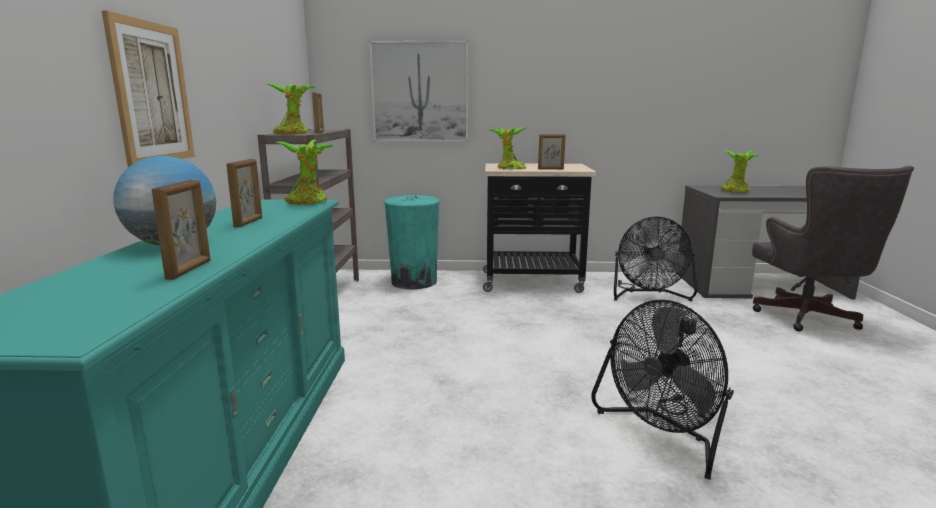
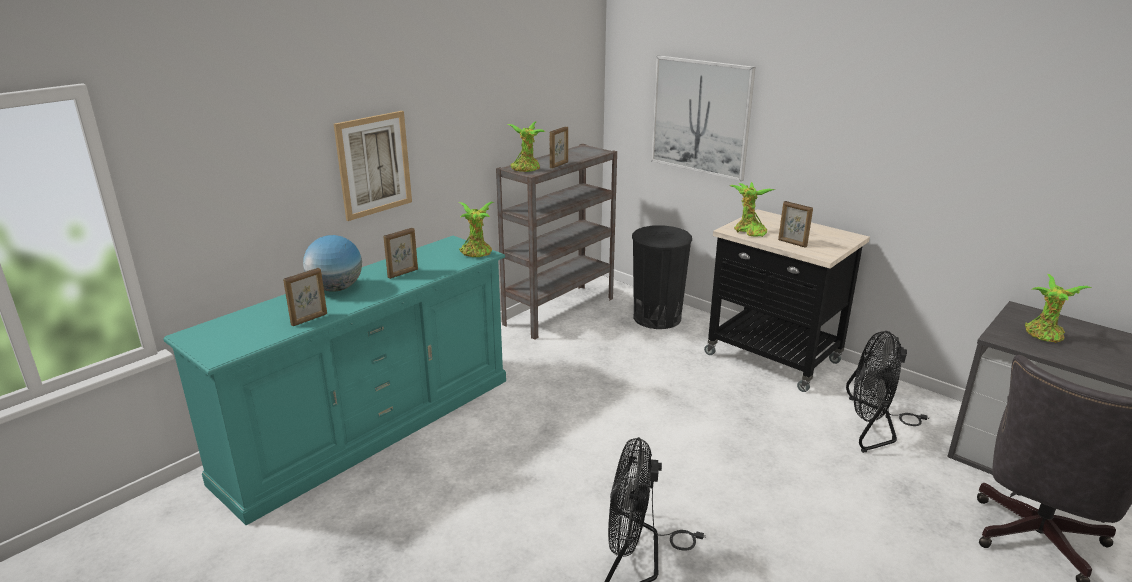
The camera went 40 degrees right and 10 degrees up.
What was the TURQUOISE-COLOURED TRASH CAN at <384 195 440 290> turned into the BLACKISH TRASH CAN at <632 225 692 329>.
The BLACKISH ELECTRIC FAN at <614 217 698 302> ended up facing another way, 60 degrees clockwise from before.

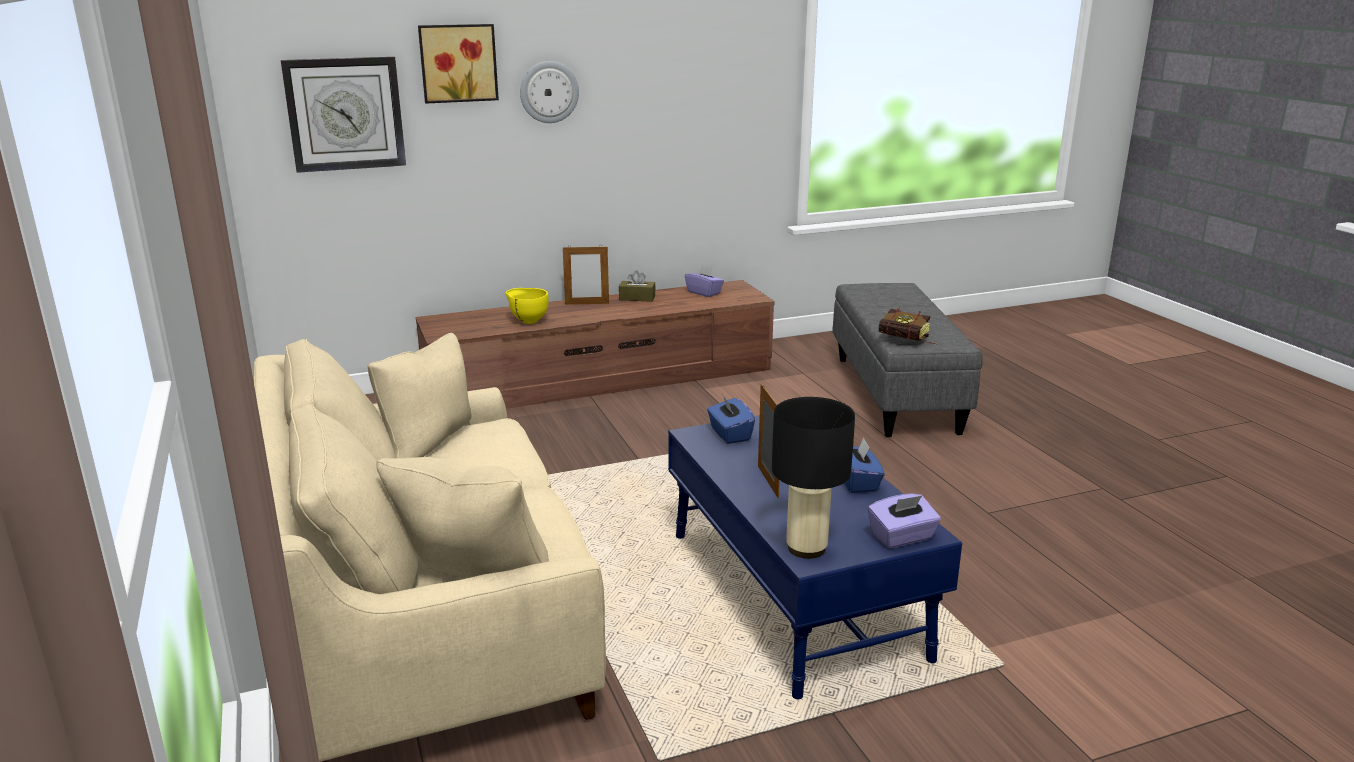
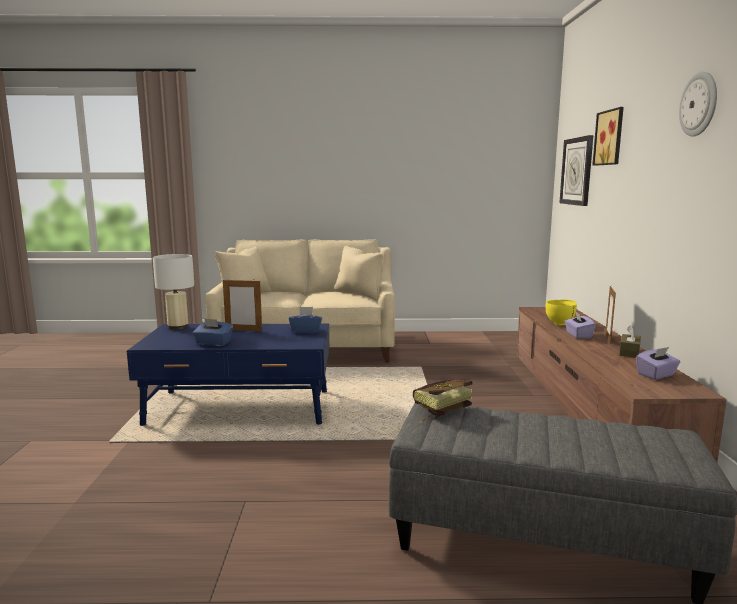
The camera went 110 degrees right and 10 degrees down.
The HANGING CLOCK ended up elsewhere, having gone from <520 61 579 123> to <679 72 717 137>.
What was the BLACKISH TABLETOP LAMP at <772 397 855 559> turned into the WHITE-COLOURED TABLETOP LAMP at <153 254 194 330>.
The PURPLE-COLOURED BOX OF TISSUES ended up elsewhere, having gone from <868 494 941 548> to <565 311 595 339>.

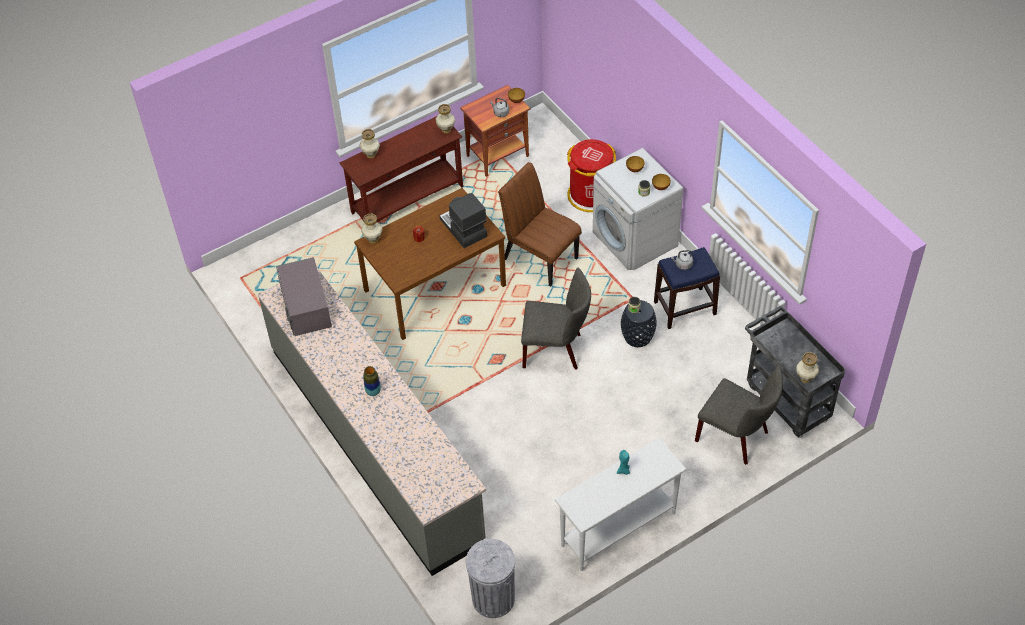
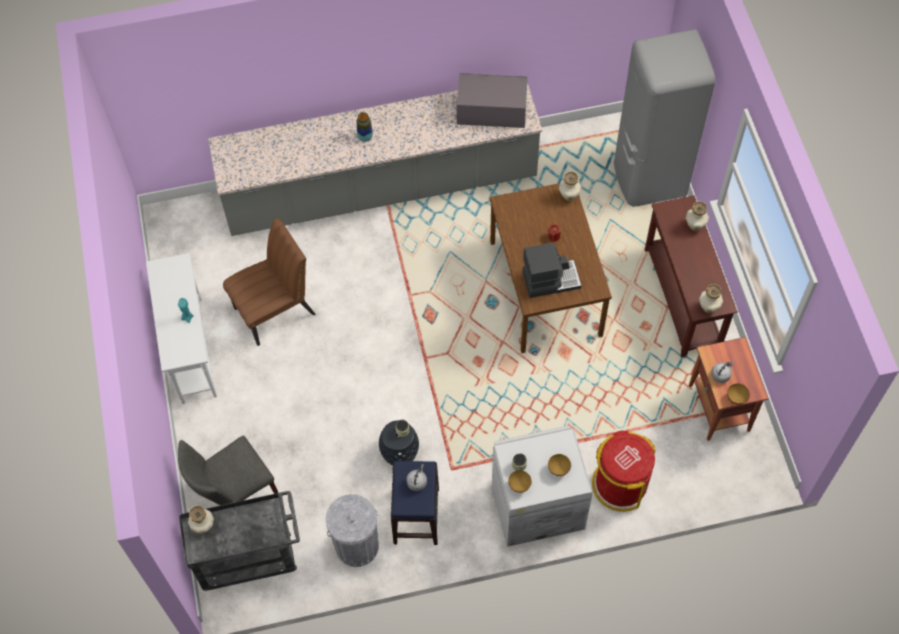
The camera went 110 degrees right and 10 degrees up.
The GREYISH TRASH CAN ended up elsewhere, having gone from <466 539 515 618> to <326 494 379 567>.
The BROWNISH PLAIN CHAIR ended up elsewhere, having gone from <498 162 582 287> to <223 218 315 346>.
The second view lost the GREYISH PLAIN CHAIR at <521 268 591 369>.
The second view gained the GREYISH REFRIGERATOR at <614 29 715 207>.

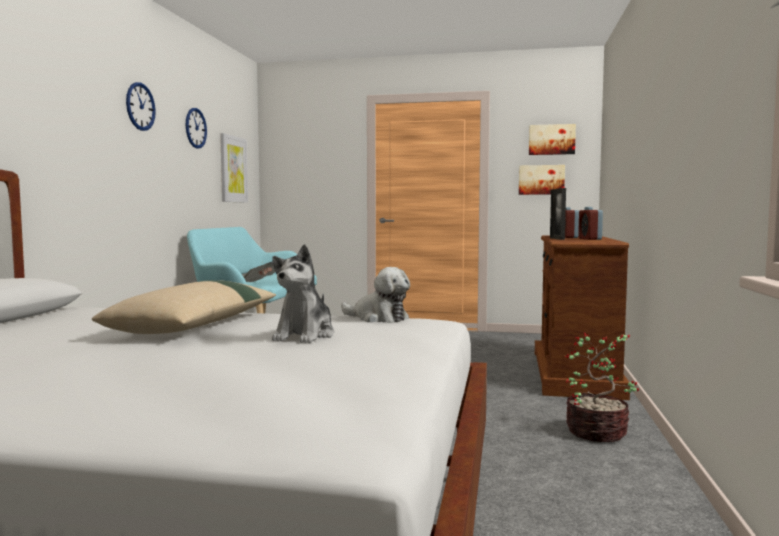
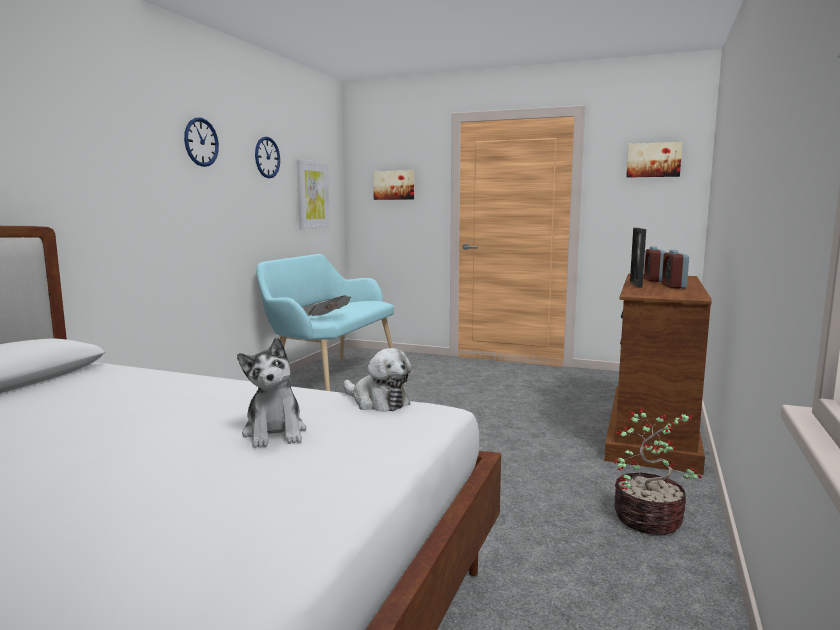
The camera went 10 degrees right and 5 degrees up.
The second view lost the BEIGE CUSHION at <92 280 276 334>.
The PLUSH TOY at <272 244 334 343> ended up facing another way, 45 degrees counterclockwise from before.
The WALL PICTURE ended up elsewhere, having gone from <519 165 565 195> to <373 171 414 200>.

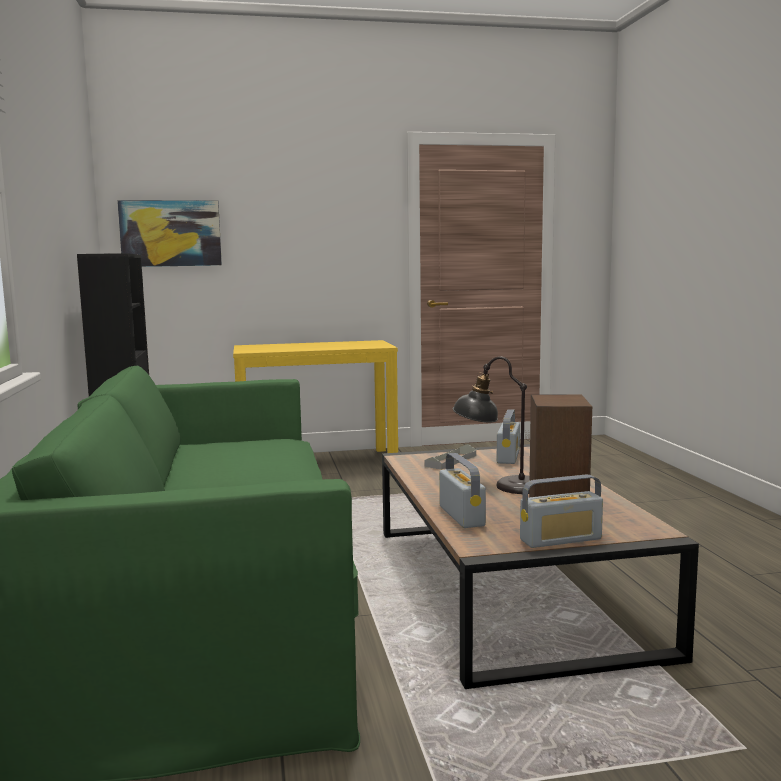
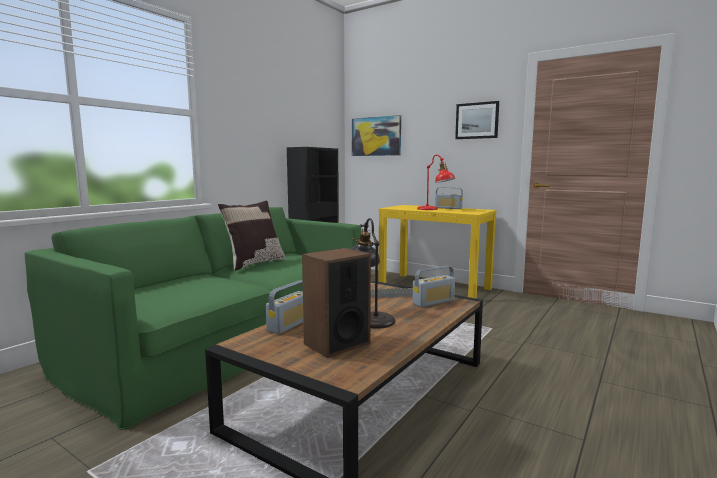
The camera went 45 degrees right and 0 degrees up.
The RADIO SET ended up elsewhere, having gone from <520 475 603 548> to <435 187 463 209>.
The second view gained the CUSHION at <218 201 285 271>.
The second view gained the RED-COLOURED TABLETOP LAMP at <417 155 455 210>.
The second view gained the WALL PICTURE at <455 101 499 139>.

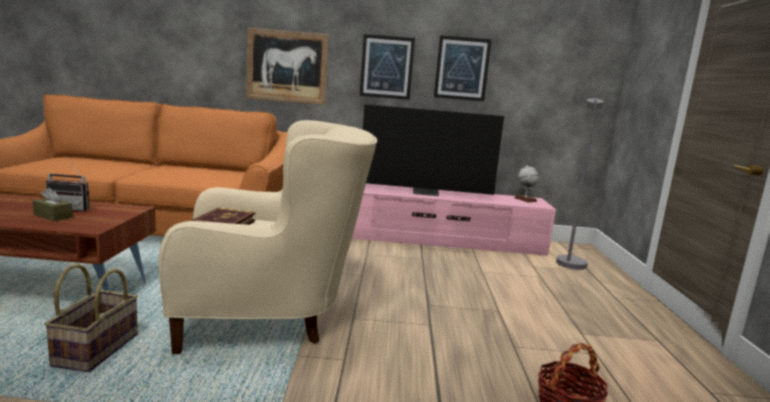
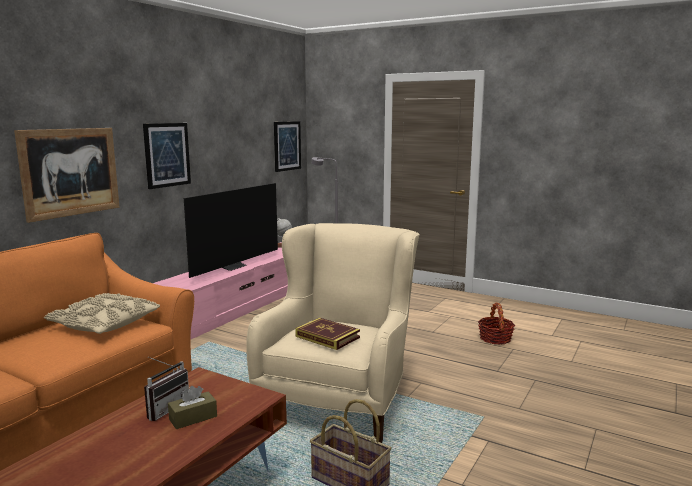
The camera went 60 degrees left and 0 degrees up.
The WALL PICTURE ended up elsewhere, having gone from <434 35 492 101> to <274 121 301 172>.
The second view gained the BEIGE CUSHION at <44 293 160 334>.

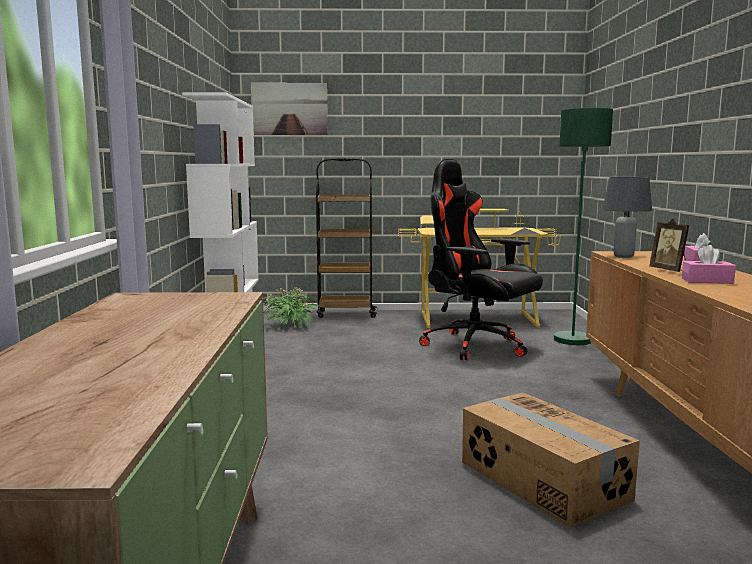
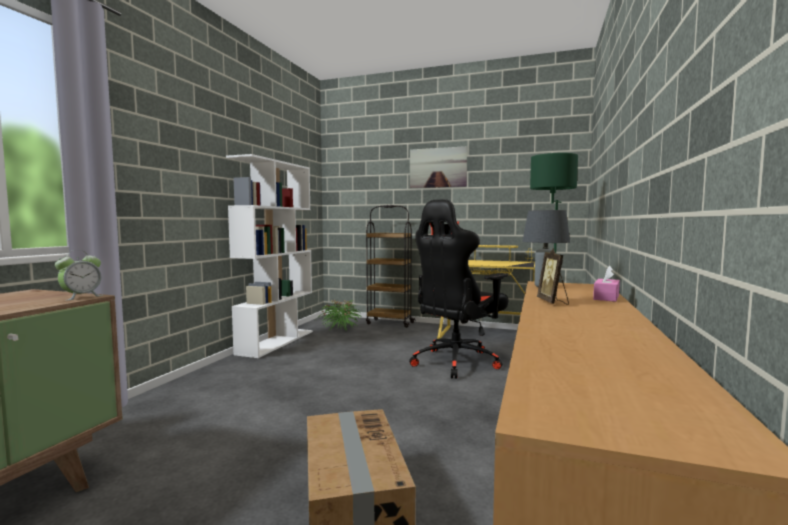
The camera went 20 degrees right and 5 degrees down.
The WALL PICTURE ended up elsewhere, having gone from <251 83 328 135> to <410 146 467 188>.
The BLACKISH DESK CHAIR at <419 159 543 360> ended up facing another way, 105 degrees counterclockwise from before.
The second view lost the PINKISH BOX OF TISSUES at <682 245 736 284>.
The second view gained the TABLE CLOCK at <55 250 103 301>.

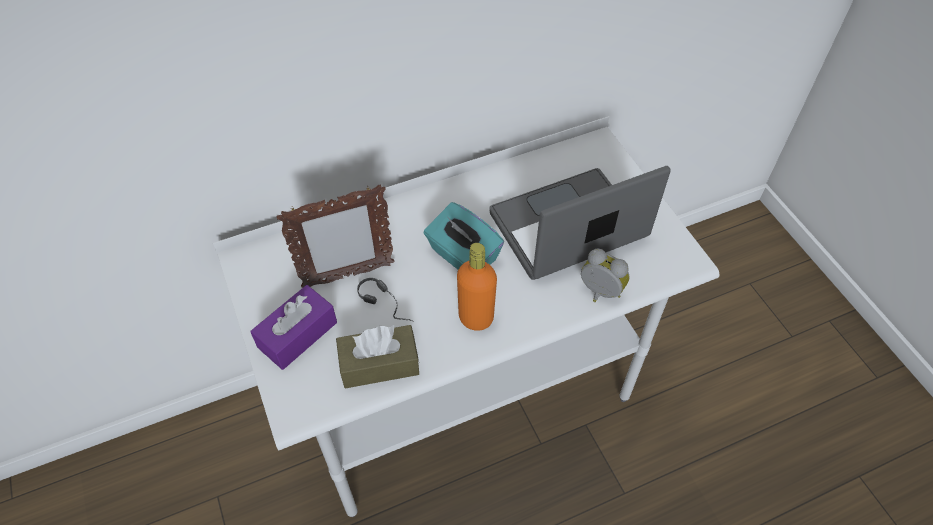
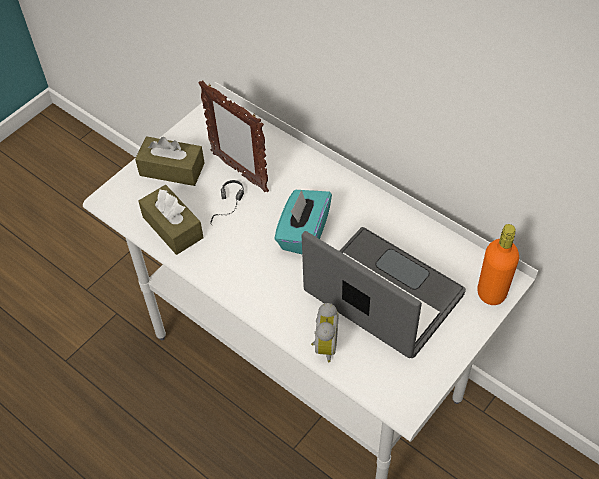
The camera went 65 degrees right and 0 degrees up.
What was the PURPLE-COLOURED BOX OF TISSUES at <250 285 337 370> turned into the BROWNISH BOX OF TISSUES at <135 136 204 186>.
The ORANGE BOTTLE ended up elsewhere, having gone from <457 243 497 331> to <478 224 519 305>.

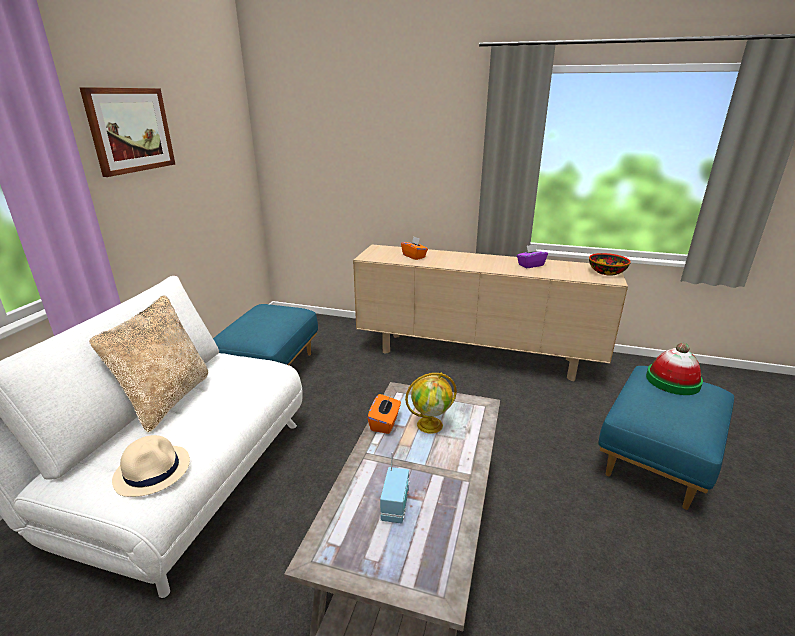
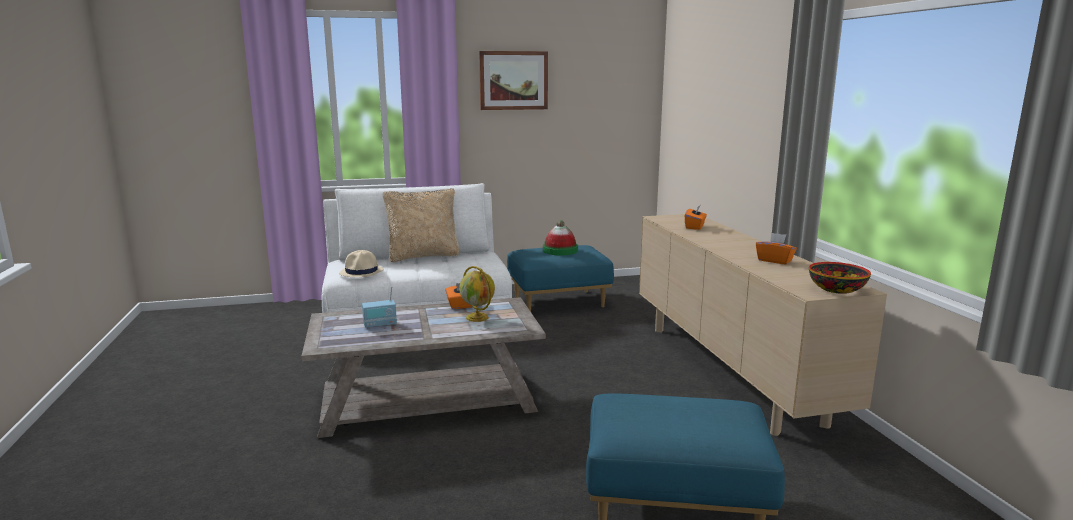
The camera went 60 degrees right and 10 degrees down.
What was the PURPLE-COLOURED BOX OF TISSUES at <517 244 548 268> turned into the ORANGE BOX OF TISSUES at <756 233 797 264>.
The HAT ended up elsewhere, having gone from <646 343 703 395> to <543 220 578 255>.

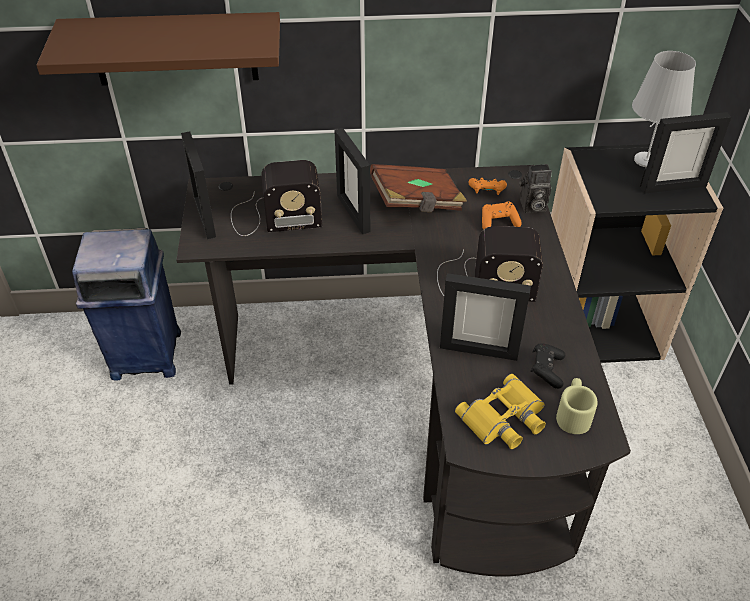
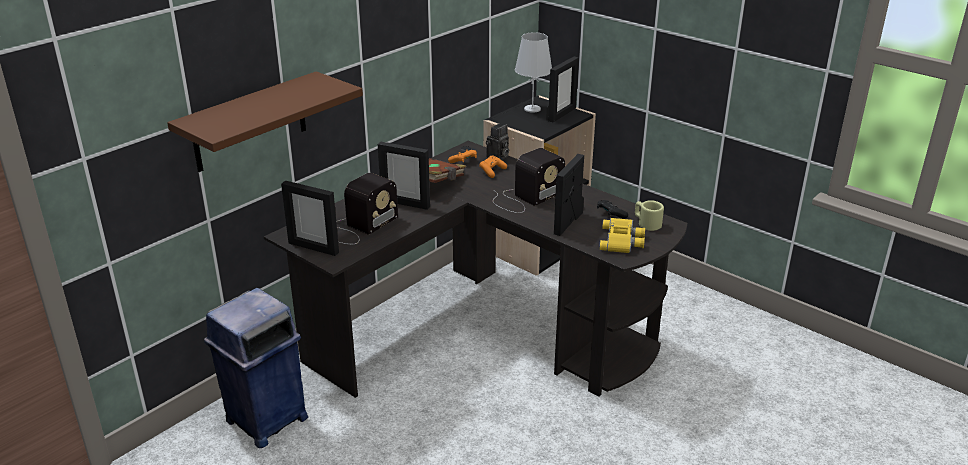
The camera went 45 degrees left and 15 degrees down.
The STANDING FRAME at <440 273 531 361> ended up facing another way, 150 degrees clockwise from before.

